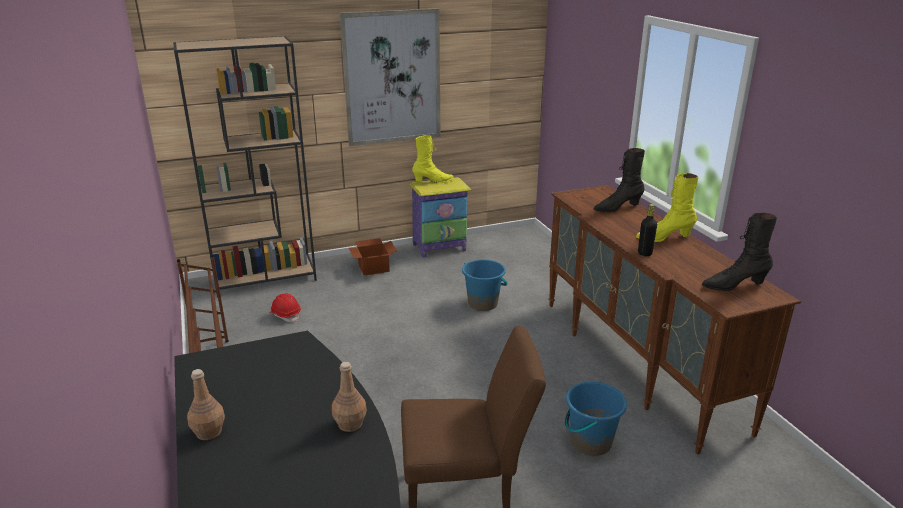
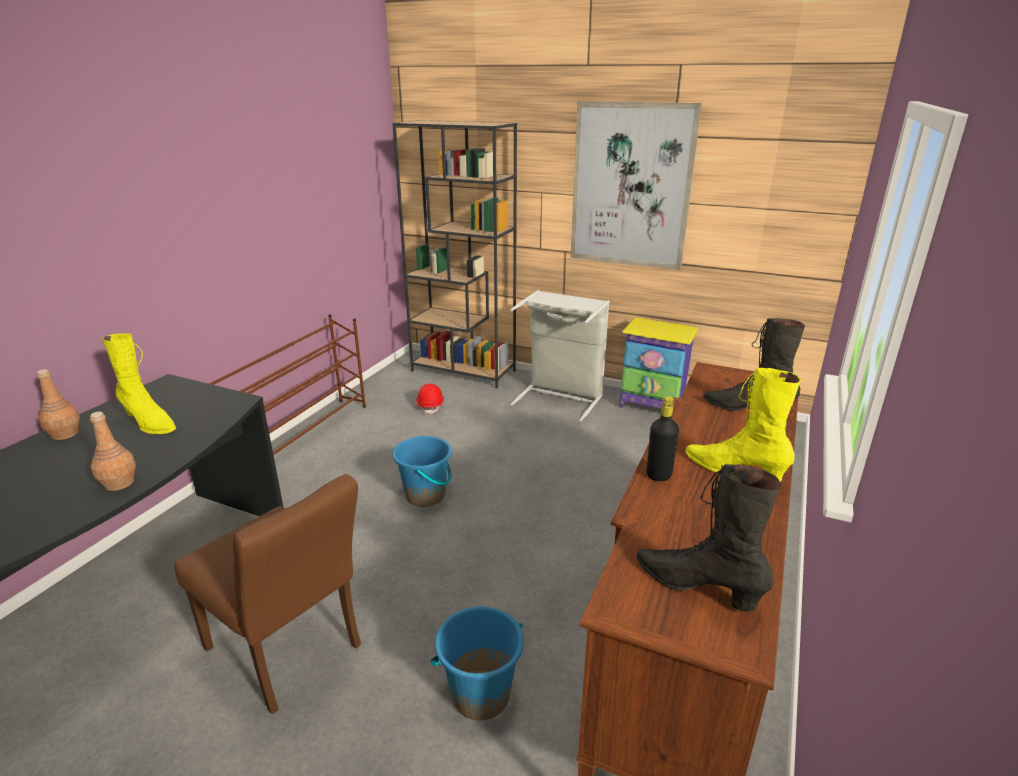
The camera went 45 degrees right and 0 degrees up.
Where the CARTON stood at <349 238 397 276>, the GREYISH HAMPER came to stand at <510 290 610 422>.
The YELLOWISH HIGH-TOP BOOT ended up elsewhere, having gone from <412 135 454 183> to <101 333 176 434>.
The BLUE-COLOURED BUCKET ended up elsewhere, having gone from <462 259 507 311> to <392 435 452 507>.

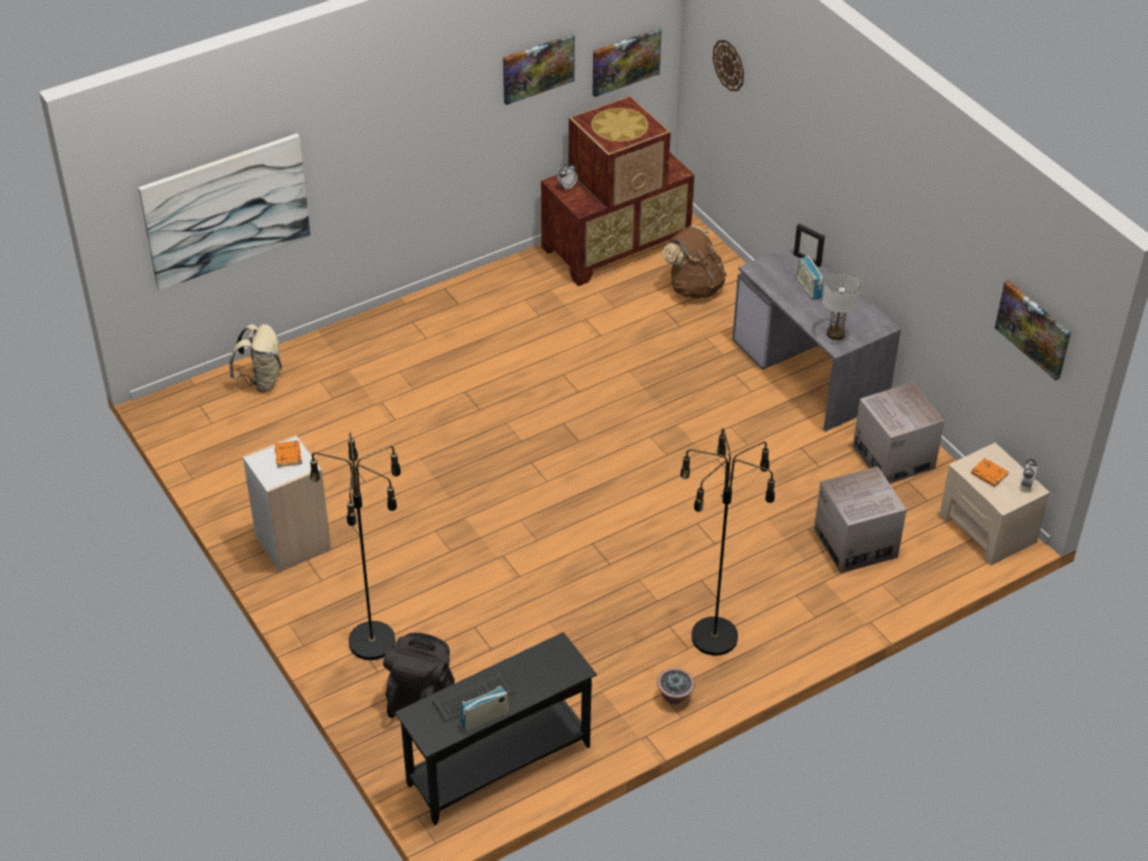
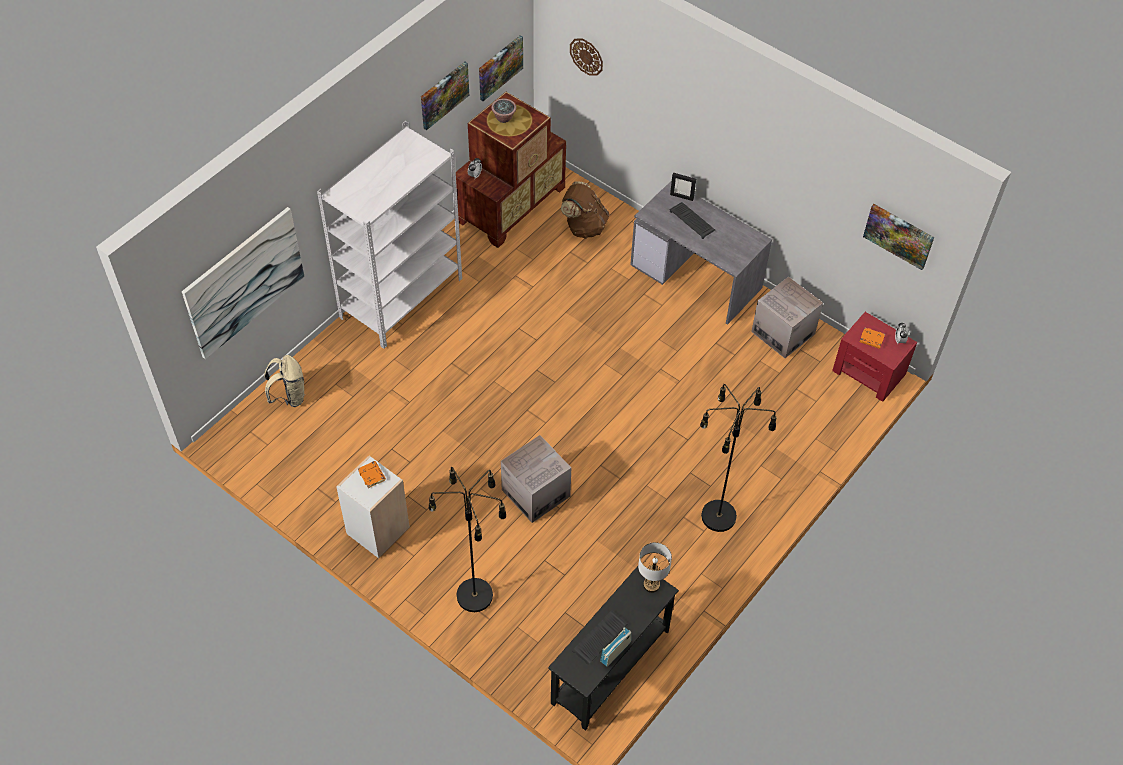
The camera went 20 degrees left and 10 degrees up.
The second view lost the BLACKISH KNAPSACK at <383 633 455 718>.
The PLANT IN A POT ended up elsewhere, having gone from <657 668 694 704> to <491 98 516 123>.
Where the RADIO SET stood at <796 255 824 300>, the COMPUTER KEYBOARD came to stand at <669 202 715 239>.
The CARTON ended up elsewhere, having gone from <814 466 907 573> to <501 435 571 523>.
The TABLETOP LAMP ended up elsewhere, having gone from <823 272 861 340> to <638 542 672 593>.
What was the BEIGE BEDSIDE TABLE at <939 443 1050 565> turned into the RED-COLOURED BEDSIDE TABLE at <832 312 917 402>.
The second view gained the WHITE-COLOURED SHELVING UNIT at <317 121 462 349>.

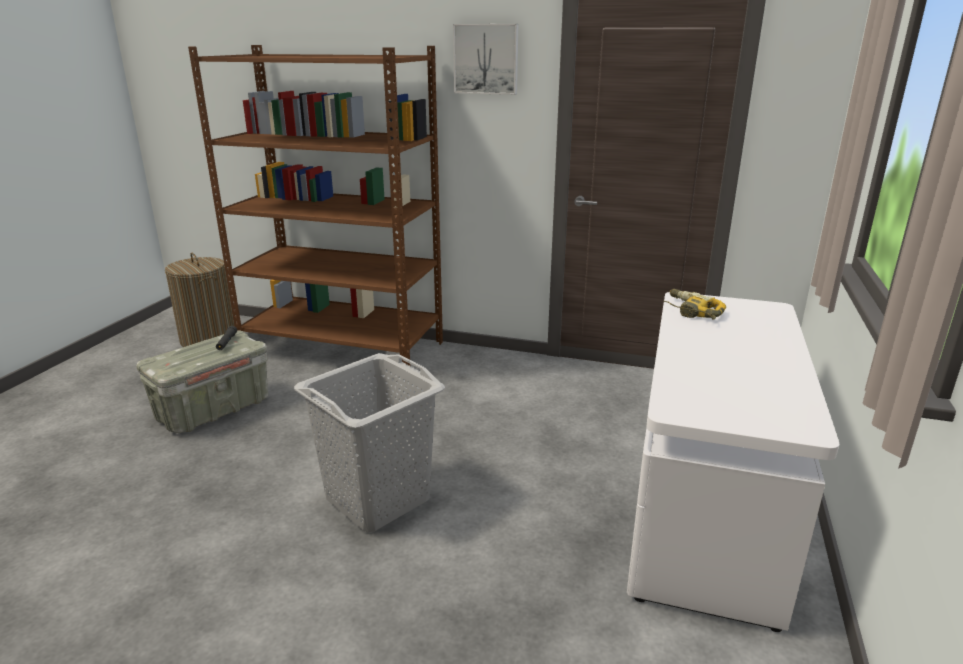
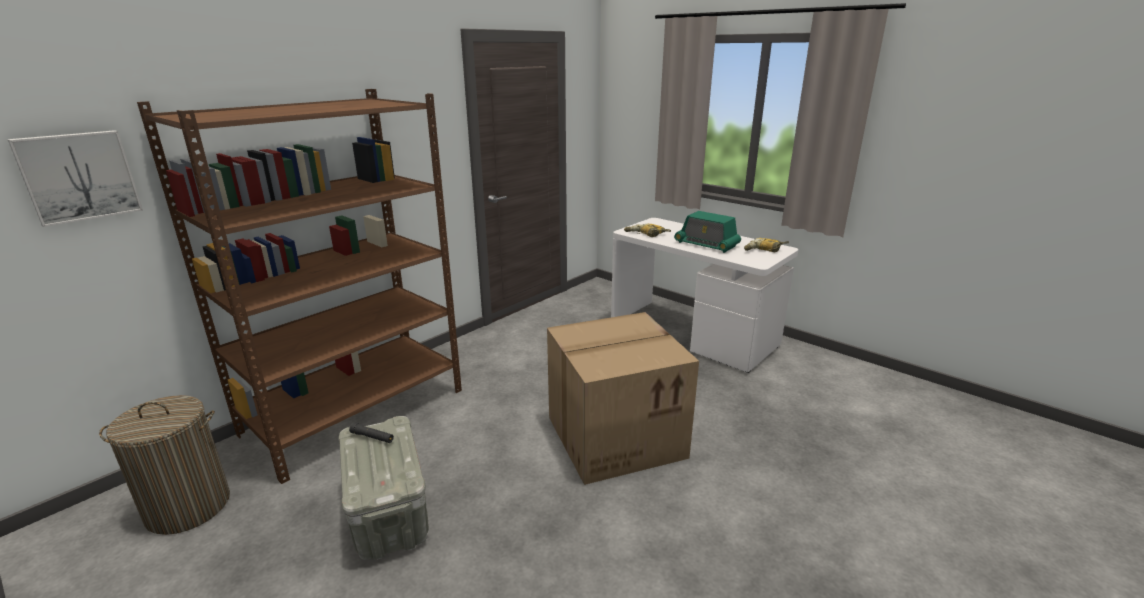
The camera went 65 degrees left and 0 degrees up.
Where the GREYISH HAMPER stood at <294 353 445 532>, the CARTON came to stand at <547 312 699 485>.
The WALL PICTURE ended up elsewhere, having gone from <453 24 518 95> to <8 130 143 227>.
The second view gained the RADIO SET at <674 211 741 253>.
The second view gained the POWER DRILL at <744 238 789 252>.

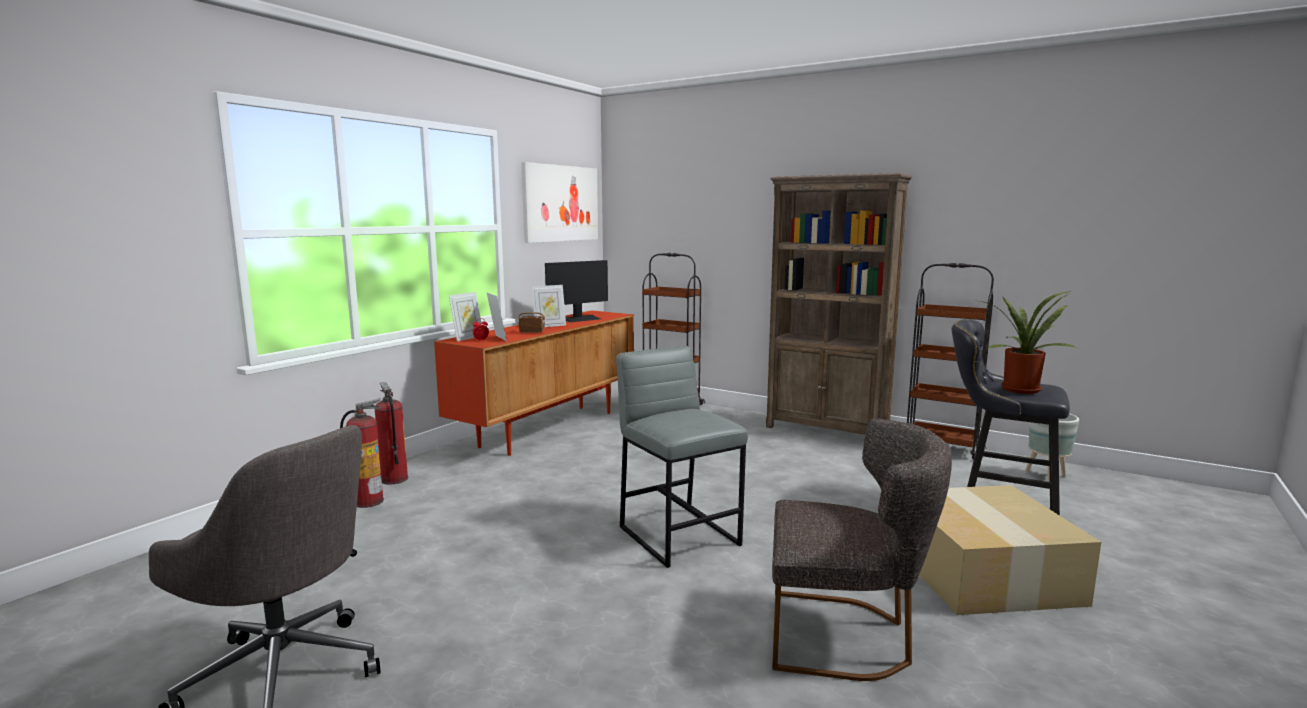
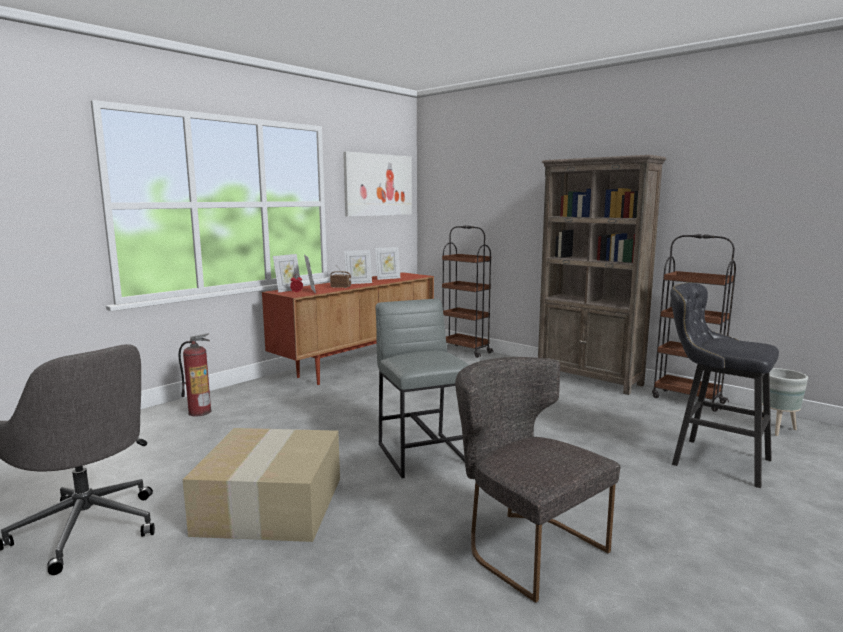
The camera went 10 degrees right and 0 degrees up.
The second view lost the EXTINGUISHER at <375 382 408 485>.
Where the COMPUTER DISPLAY stood at <545 260 608 322>, the STANDING FRAME came to stand at <375 247 400 280>.
The GREYISH PLAIN CHAIR at <772 418 952 681> ended up facing another way, 150 degrees counterclockwise from before.
The CARTON ended up elsewhere, having gone from <919 485 1101 615> to <183 428 340 542>.
The second view lost the PLANT IN A POT at <974 291 1077 394>.

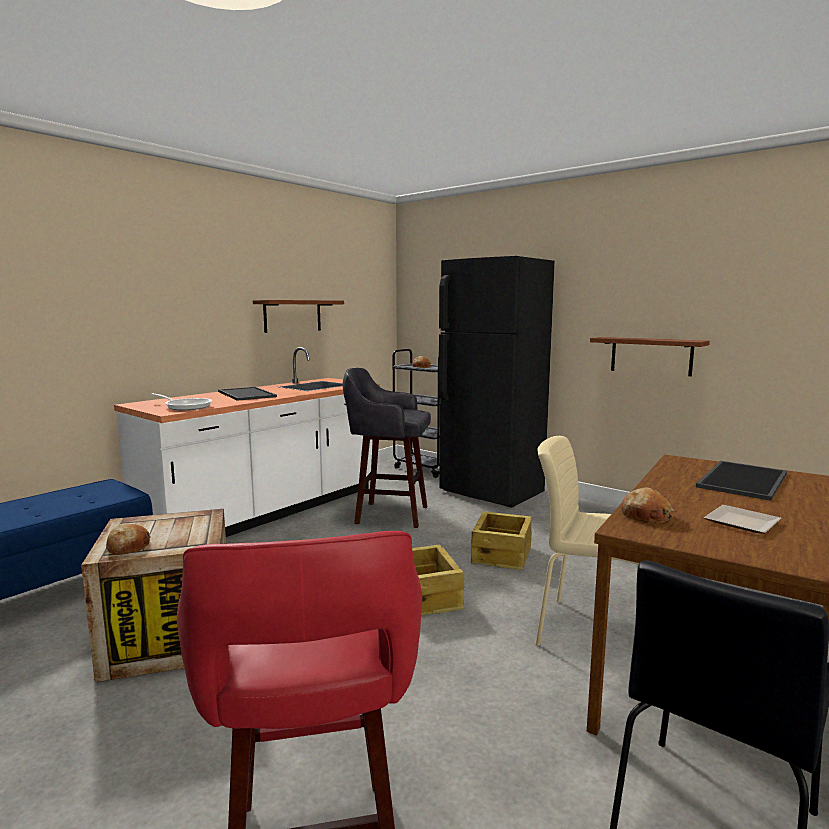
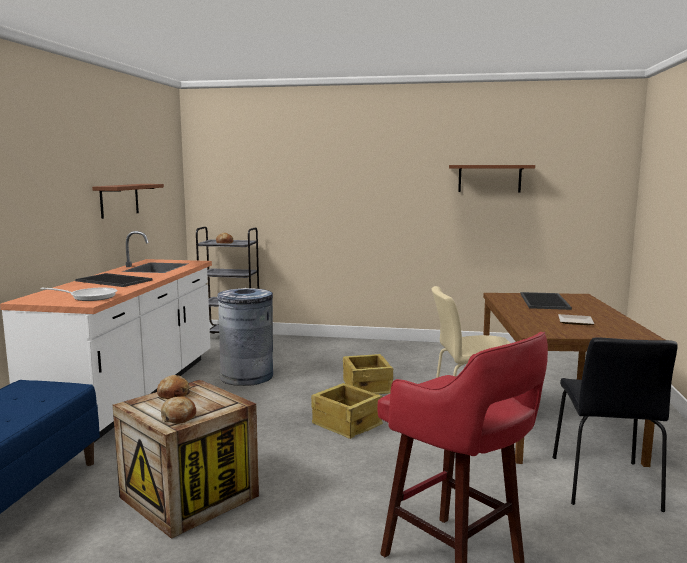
The camera went 30 degrees left and 0 degrees up.
Where the GREYISH STOOL SEAT stood at <343 368 431 528>, the GREYISH TRASH CAN came to stand at <217 288 273 386>.
The second view lost the BLACKISH REFRIGERATOR at <439 256 555 508>.
The BROWNISH BRACKET SHELF ended up elsewhere, having gone from <590 337 710 376> to <449 165 535 192>.
The BREAD ended up elsewhere, having gone from <621 487 674 524> to <157 375 191 399>.

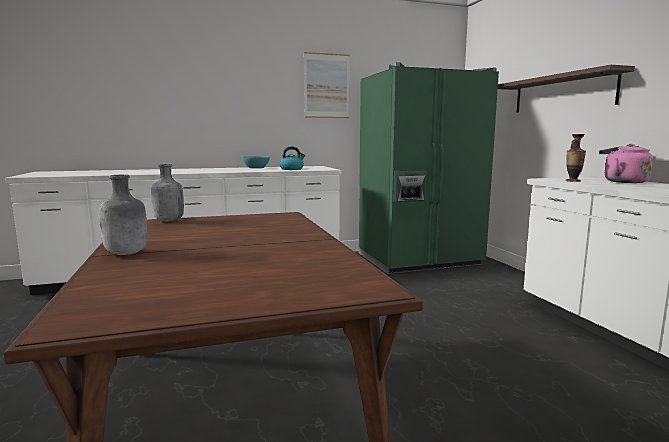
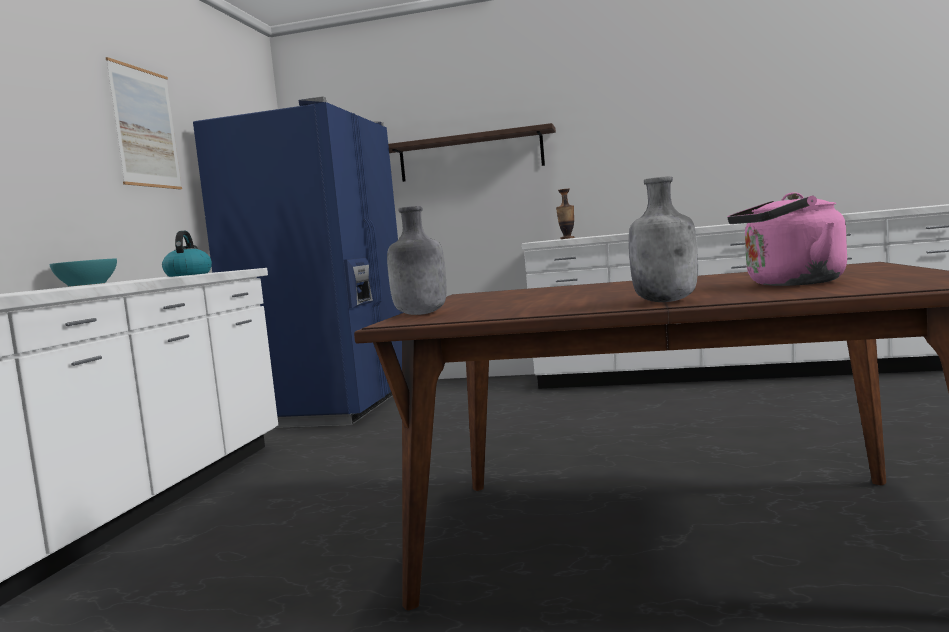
The camera went 60 degrees left and 5 degrees down.
What was the GREEN-COLOURED REFRIGERATOR at <359 62 499 274> turned into the BLUE-COLOURED REFRIGERATOR at <193 96 403 428>.
The PINKISH KETTLE ended up elsewhere, having gone from <599 144 653 183> to <727 192 847 286>.

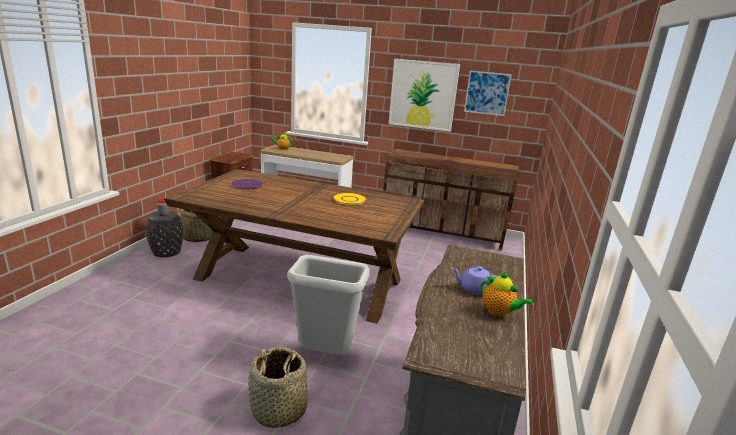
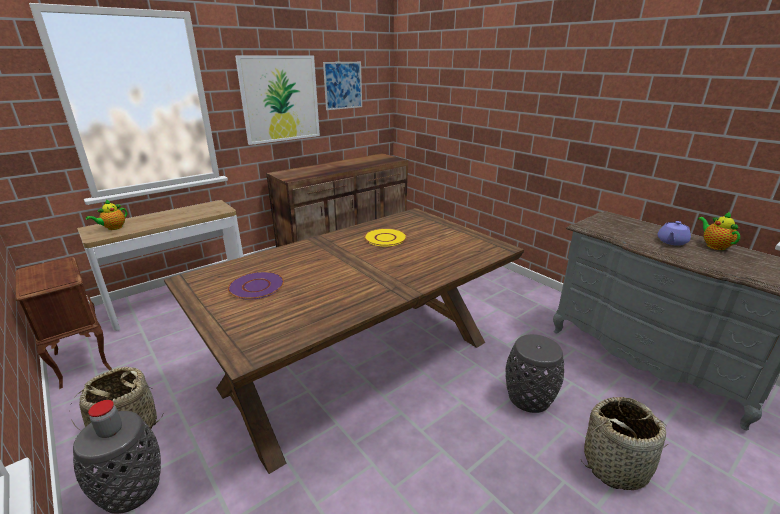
The camera went 55 degrees left and 5 degrees up.
Where the GREYISH TRASH CAN stood at <287 255 370 355>, the GREYISH STOOL SEAT came to stand at <506 334 564 413>.
The POT FOR TEA at <480 272 535 317> ended up facing another way, 90 degrees counterclockwise from before.

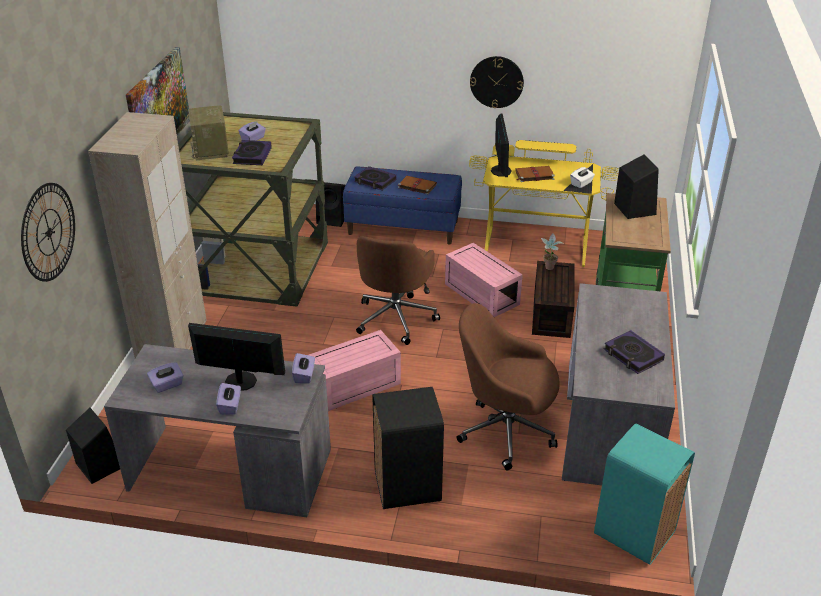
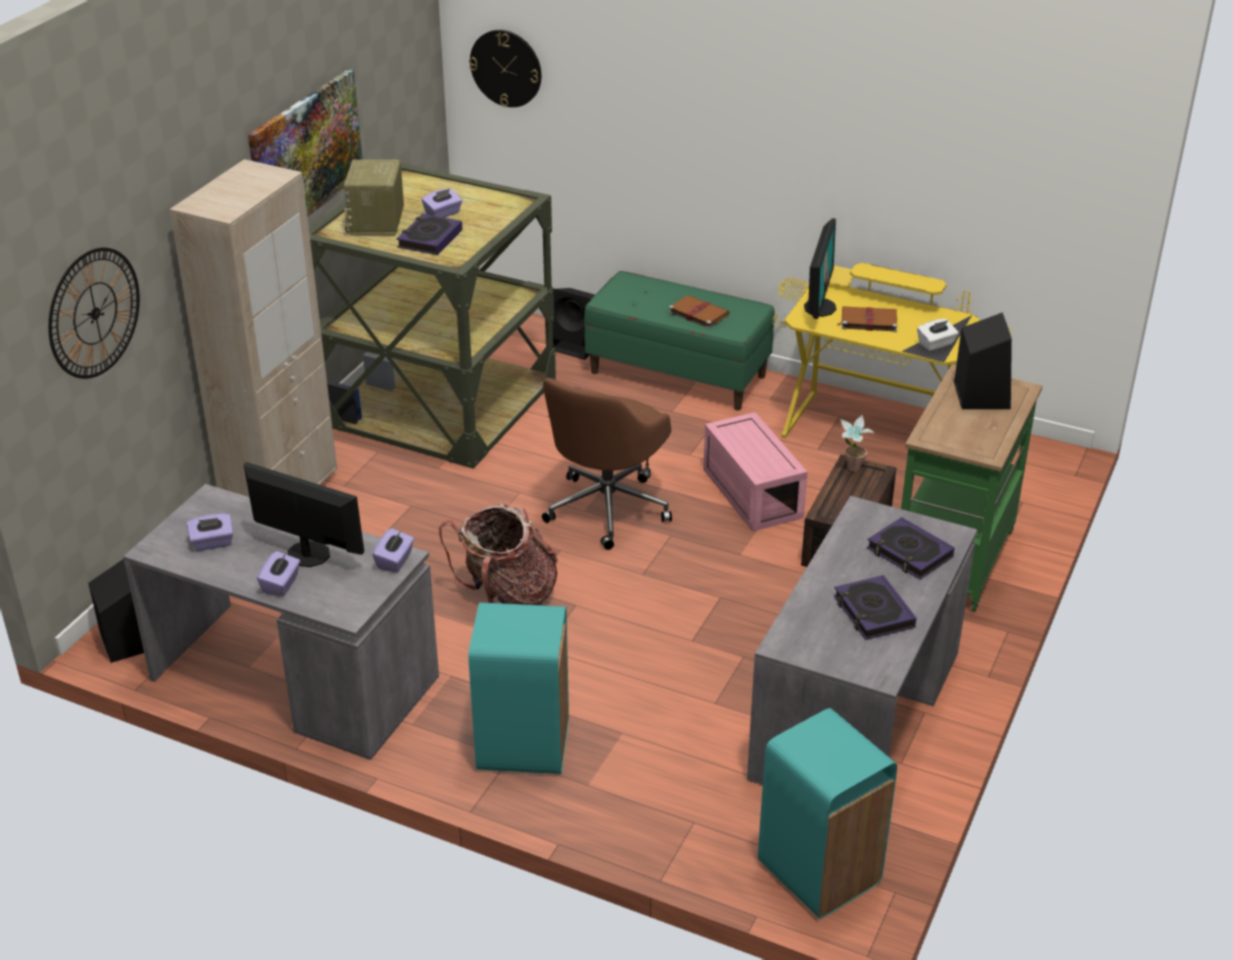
The camera went 15 degrees right and 0 degrees up.
Where the PINKISH STORAGE BOX stood at <309 330 401 411>, the KNAPSACK came to stand at <439 503 558 605>.
What was the BLUE-COLOURED INDOOR BENCH at <343 167 462 245> turned into the GREEN-COLOURED INDOOR BENCH at <584 271 775 411>.
The BOUND BOOK ended up elsewhere, having gone from <354 166 396 190> to <867 517 955 579>.
What was the BLACKISH TRASH CAN at <372 387 444 509> turned into the TURQUOISE-COLOURED TRASH CAN at <468 602 569 774>.
The second view lost the BROWNISH DESK CHAIR at <457 303 560 470>.
The HANGING CLOCK ended up elsewhere, having gone from <470 56 524 108> to <469 30 541 107>.

